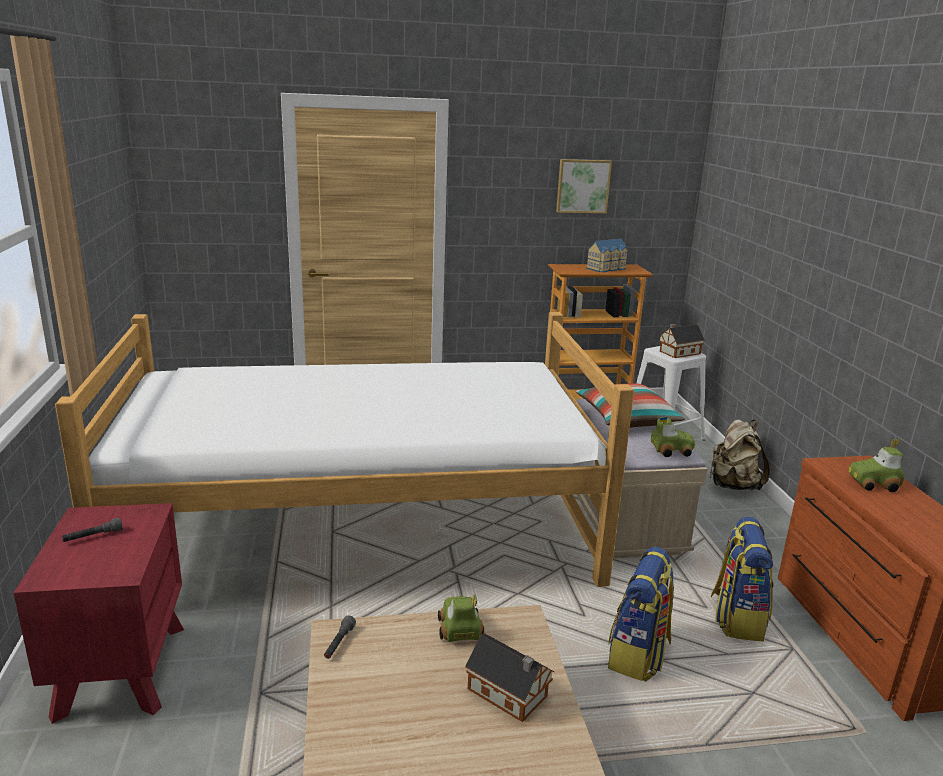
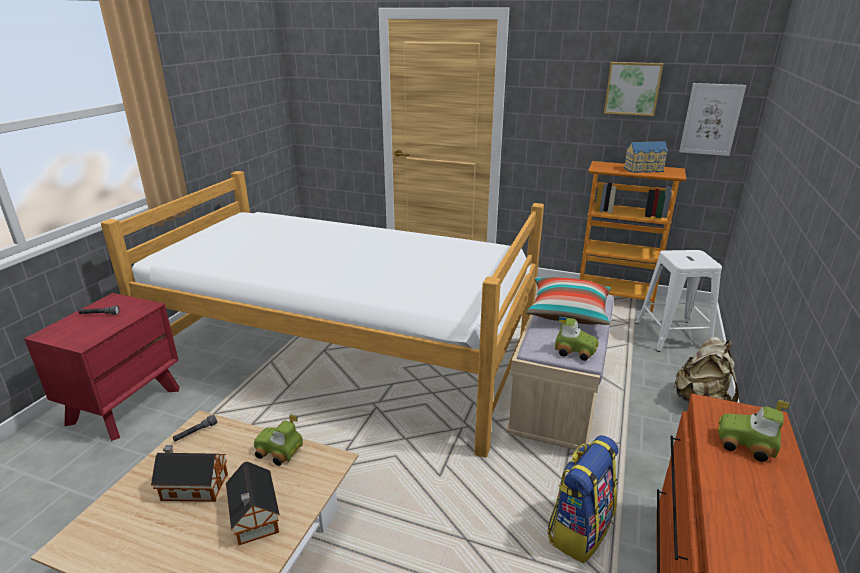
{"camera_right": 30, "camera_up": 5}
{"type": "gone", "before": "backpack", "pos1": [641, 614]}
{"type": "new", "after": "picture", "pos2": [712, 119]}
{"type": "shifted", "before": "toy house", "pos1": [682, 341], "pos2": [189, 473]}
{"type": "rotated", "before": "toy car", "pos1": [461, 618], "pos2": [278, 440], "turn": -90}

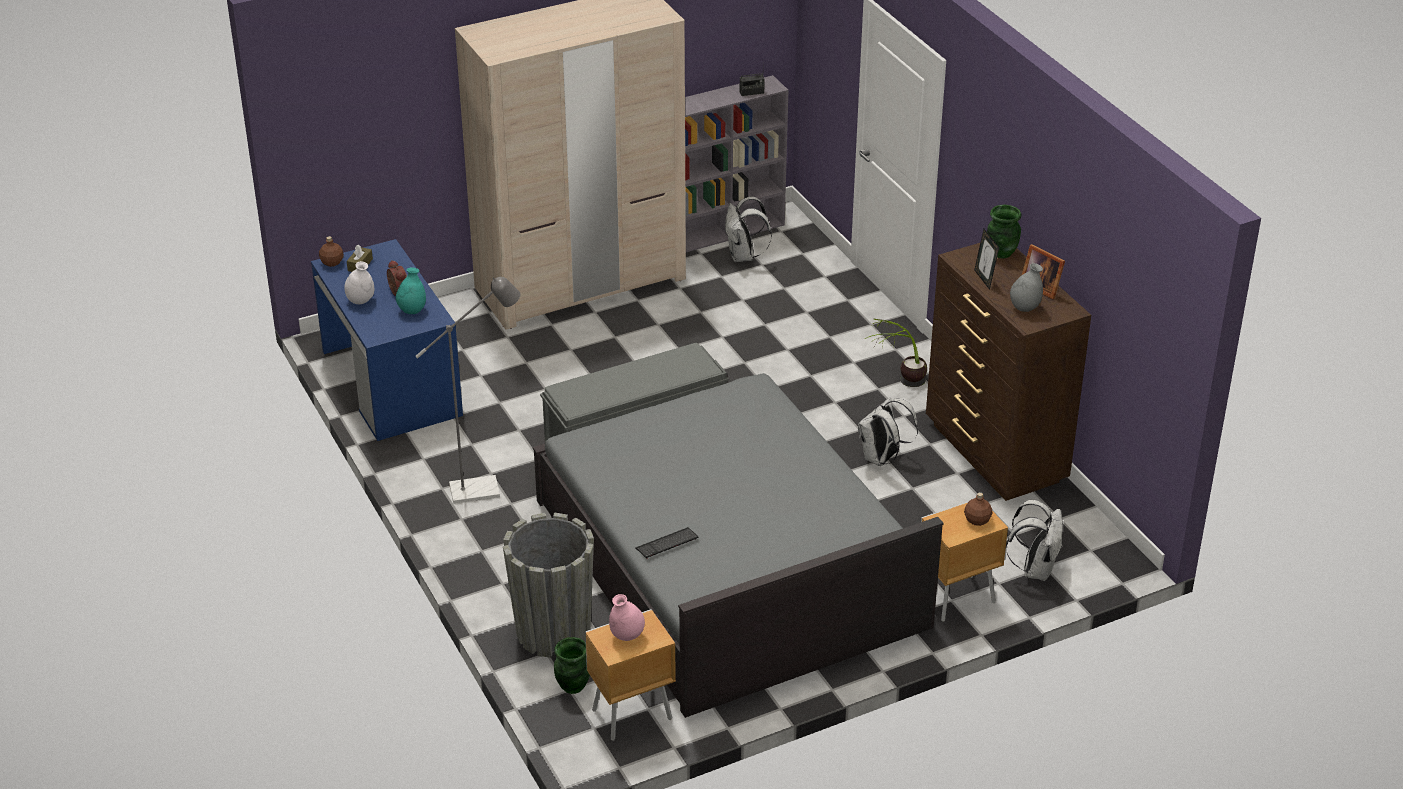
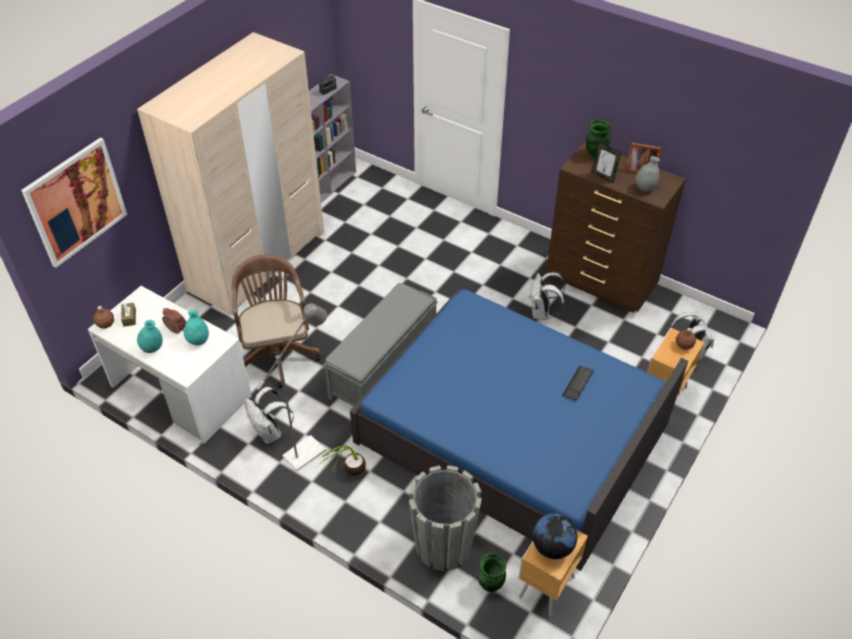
{"camera_right": -30, "camera_up": 10}
{"type": "new", "after": "picture", "pos2": [74, 203]}
{"type": "new", "after": "office chair (brown)", "pos2": [276, 321]}
{"type": "shifted", "before": "keyboard", "pos1": [666, 543], "pos2": [578, 383]}
{"type": "shifted", "before": "backpack (white)", "pos1": [748, 229], "pos2": [269, 415]}
{"type": "shifted", "before": "potted plant", "pos1": [896, 353], "pos2": [341, 462]}
{"type": "swapped", "before": "vase (pink)", "after": "globe", "pos1": [627, 617], "pos2": [555, 536]}
{"type": "repainted", "before": "desk (blue)", "after": "desk (white)", "pos1": [387, 340], "pos2": [170, 365]}
{"type": "repainted", "before": "vase (white)", "after": "vase (turquoise)", "pos1": [359, 282], "pos2": [150, 336]}
{"type": "repainted", "before": "bed (grey)", "after": "bed (blue)", "pos1": [738, 545], "pos2": [519, 430]}

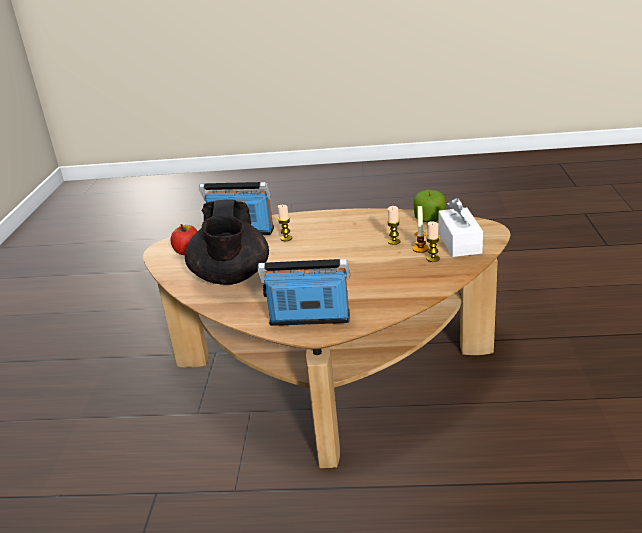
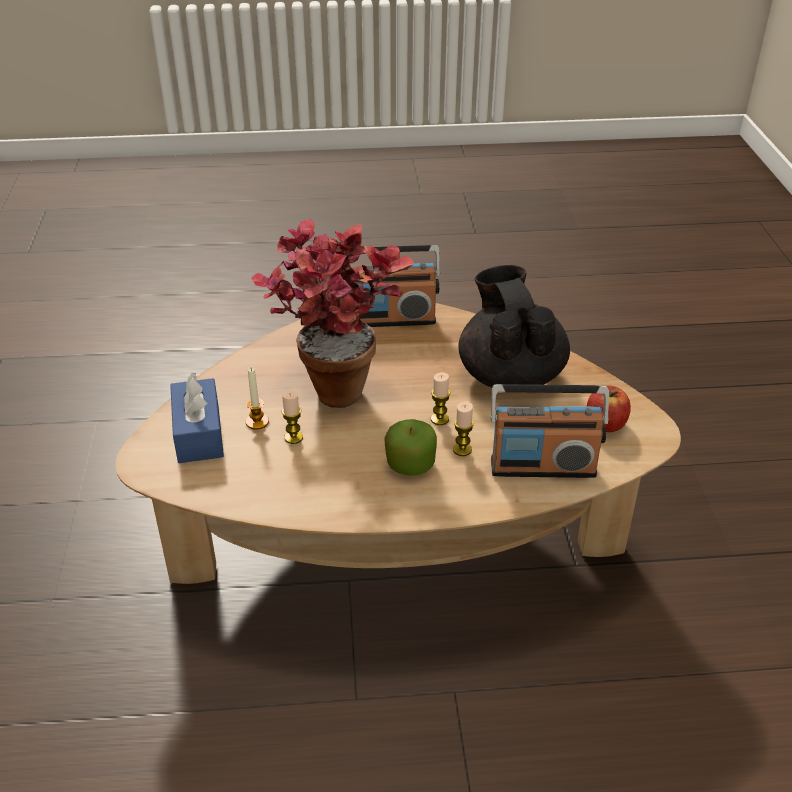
{"camera_right": 170, "camera_up": 10}
{"type": "new", "after": "potted plant", "pos2": [332, 313]}
{"type": "shifted", "before": "apple", "pos1": [429, 206], "pos2": [410, 447]}
{"type": "shifted", "before": "candle", "pos1": [433, 241], "pos2": [440, 398]}
{"type": "repainted", "before": "tissue box (white)", "after": "tissue box (blue)", "pos1": [460, 227], "pos2": [197, 417]}

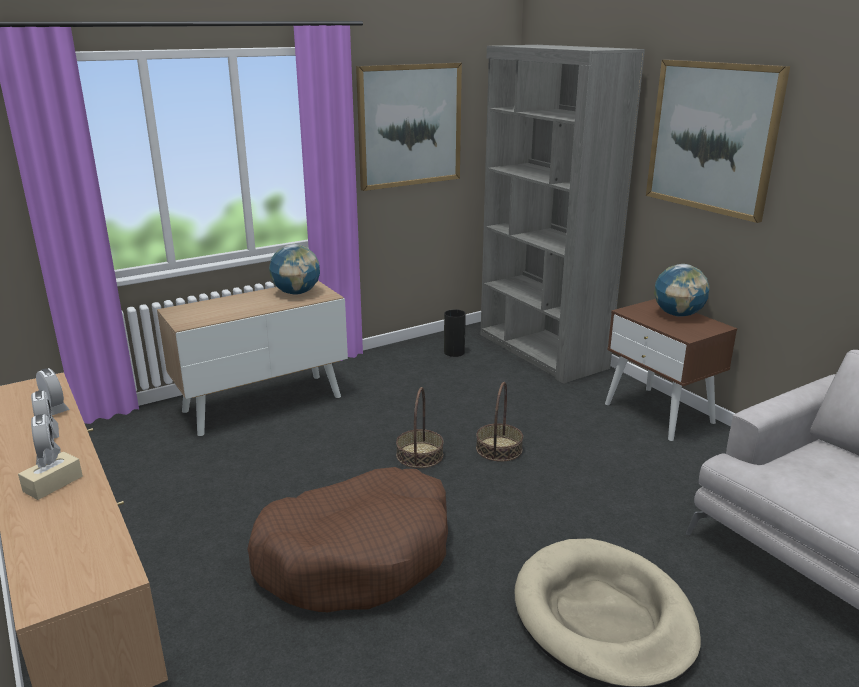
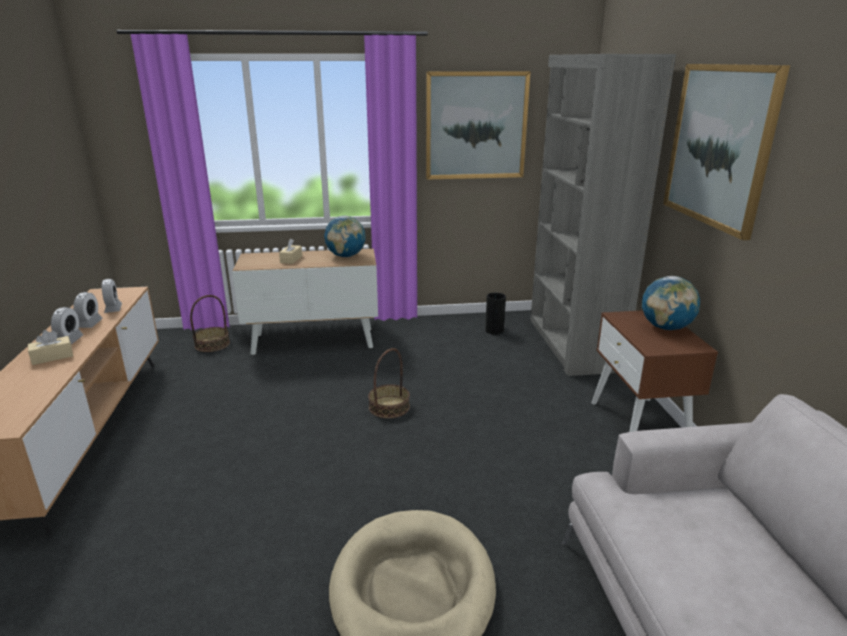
{"camera_right": 25, "camera_up": 0}
{"type": "gone", "before": "dog bed (brown)", "pos1": [347, 539]}
{"type": "new", "after": "tissue box (beige)", "pos2": [290, 251]}
{"type": "shifted", "before": "basket", "pos1": [499, 422], "pos2": [210, 323]}

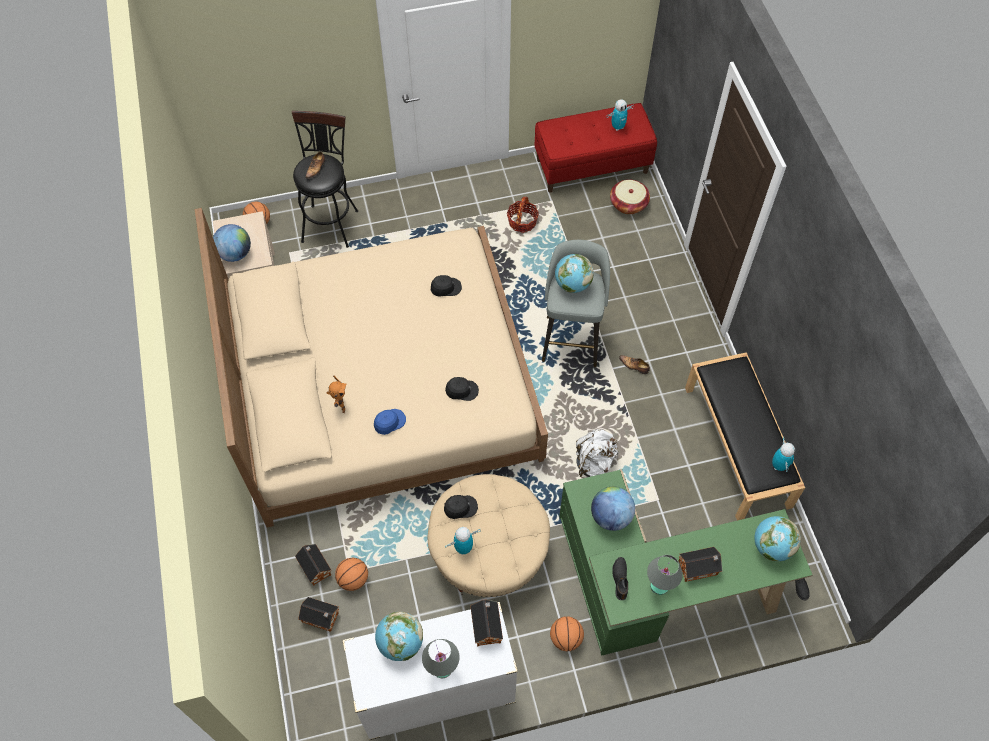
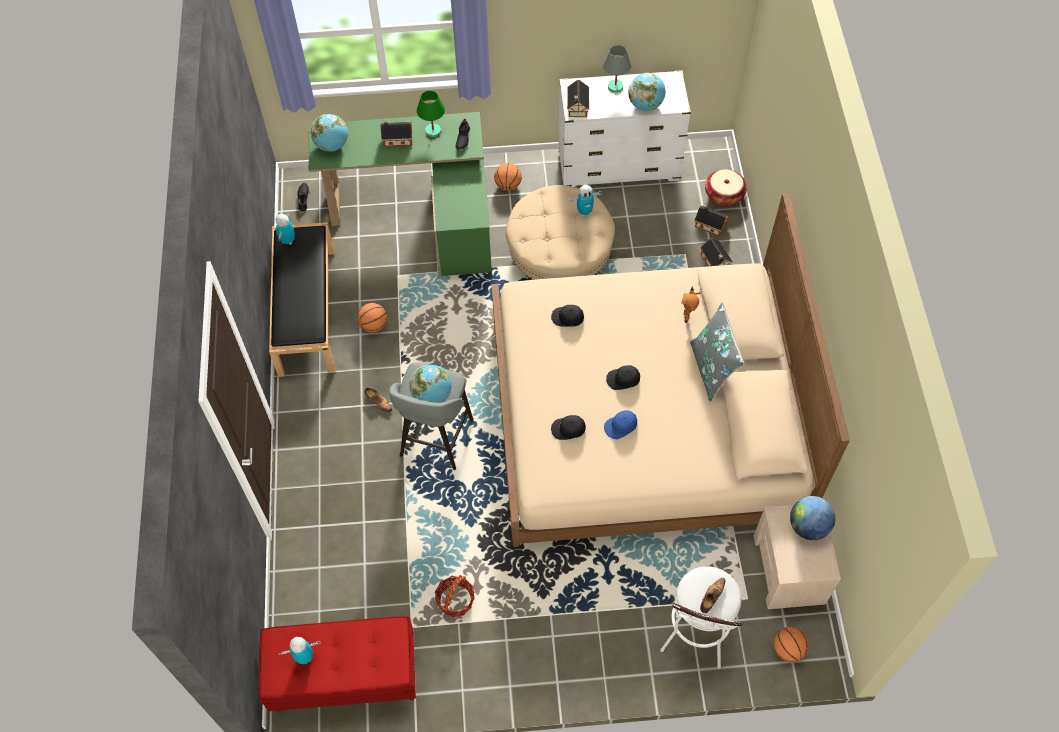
{"camera_right": -170, "camera_up": 0}
{"type": "gone", "before": "backpack (white)", "pos1": [597, 453]}
{"type": "gone", "before": "globe", "pos1": [613, 509]}
{"type": "new", "after": "pillow (grey)", "pos2": [717, 352]}
{"type": "shifted", "before": "basketball", "pos1": [351, 574], "pos2": [372, 317]}
{"type": "shifted", "before": "cap (blue)", "pos1": [390, 422], "pos2": [620, 424]}
{"type": "shifted", "before": "cap (black)", "pos1": [461, 507], "pos2": [623, 377]}
{"type": "shifted", "before": "basket", "pos1": [630, 197], "pos2": [726, 187]}
{"type": "repainted", "before": "stool (black)", "after": "stool (white)", "pos1": [325, 179], "pos2": [701, 617]}
{"type": "repainted", "before": "table lamp (grey)", "after": "table lamp (green)", "pos1": [665, 575], "pos2": [431, 114]}

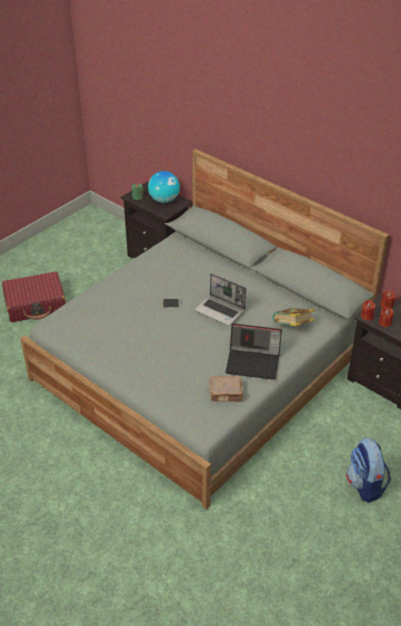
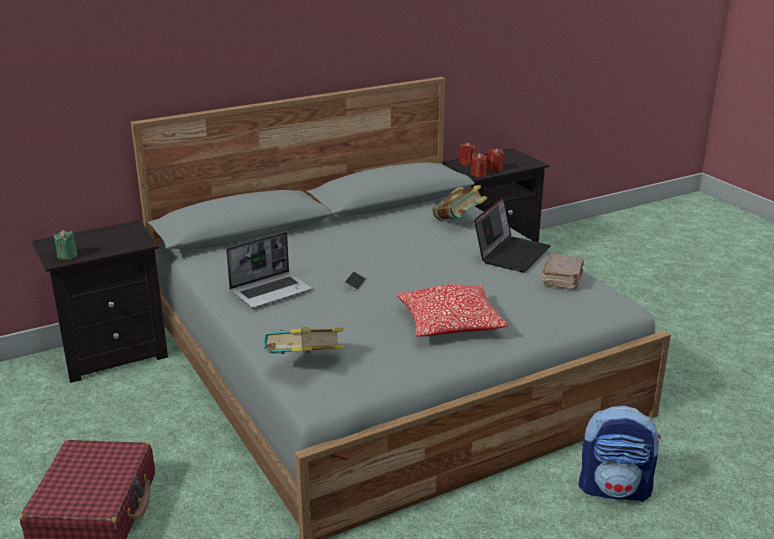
{"camera_right": -70, "camera_up": -15}
{"type": "gone", "before": "globe", "pos1": [164, 187]}
{"type": "new", "after": "book", "pos2": [304, 340]}
{"type": "new", "after": "pillow", "pos2": [452, 310]}
{"type": "shifted", "before": "laptop", "pos1": [220, 299], "pos2": [269, 270]}
{"type": "shifted", "before": "backpack", "pos1": [368, 470], "pos2": [619, 453]}

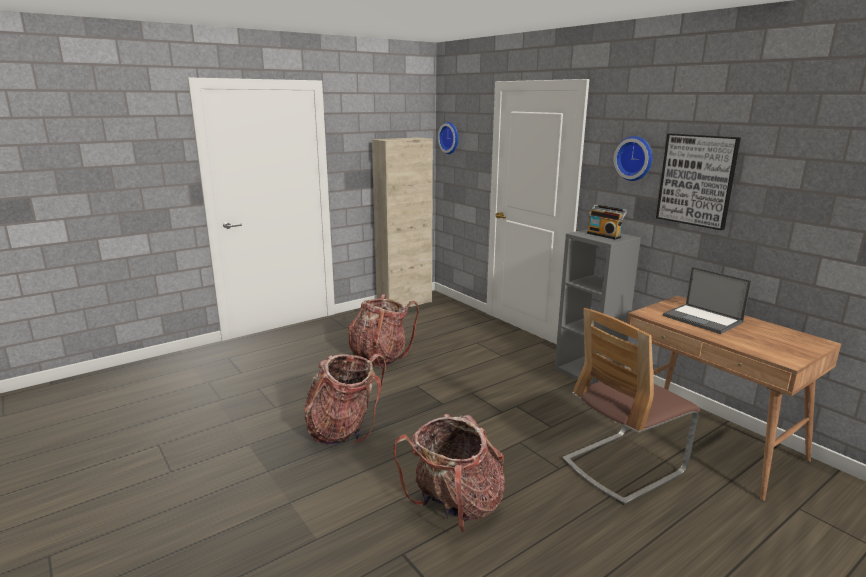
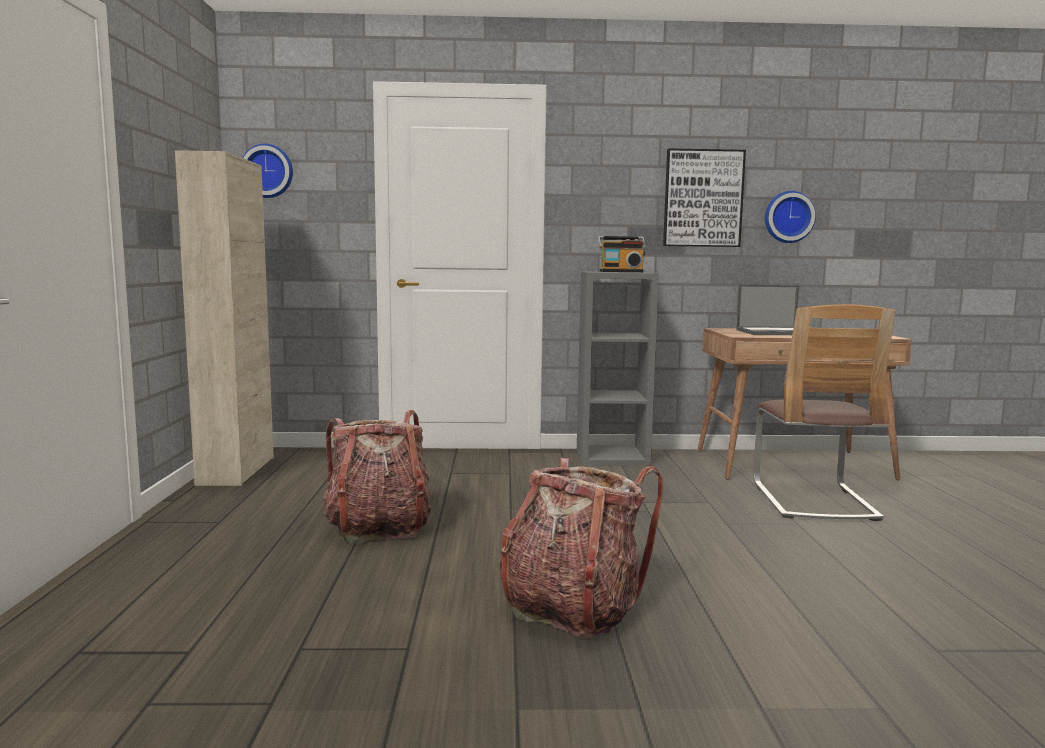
{"camera_right": -55, "camera_up": -10}
{"type": "gone", "before": "backpack", "pos1": [449, 474]}
{"type": "shifted", "before": "wall clock", "pos1": [633, 158], "pos2": [790, 217]}

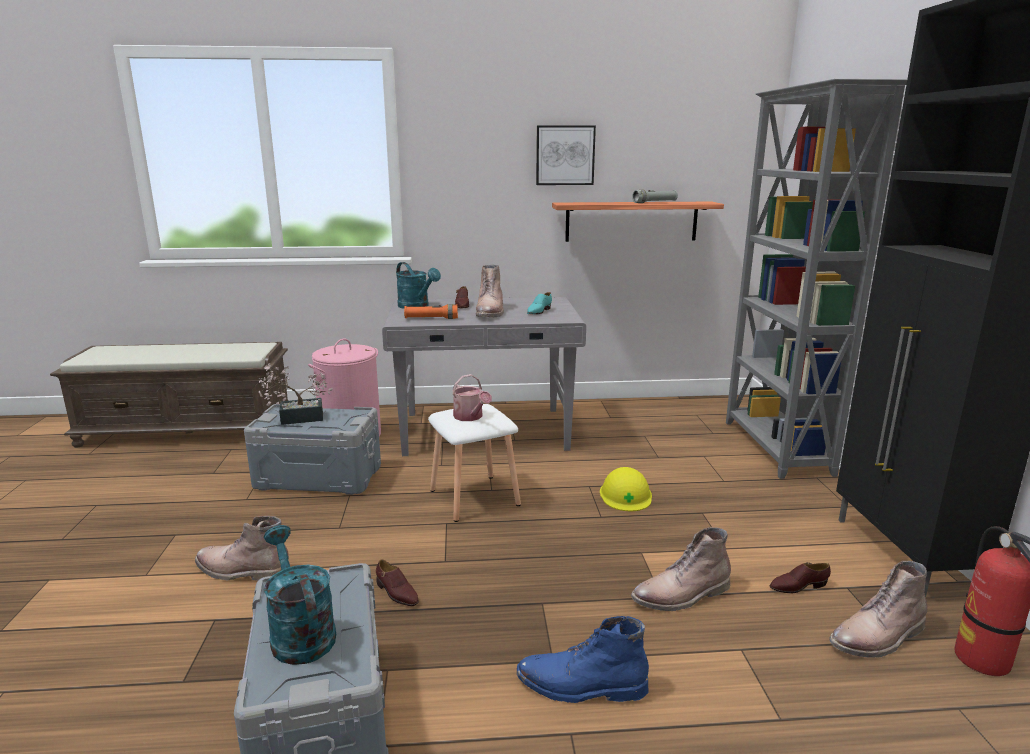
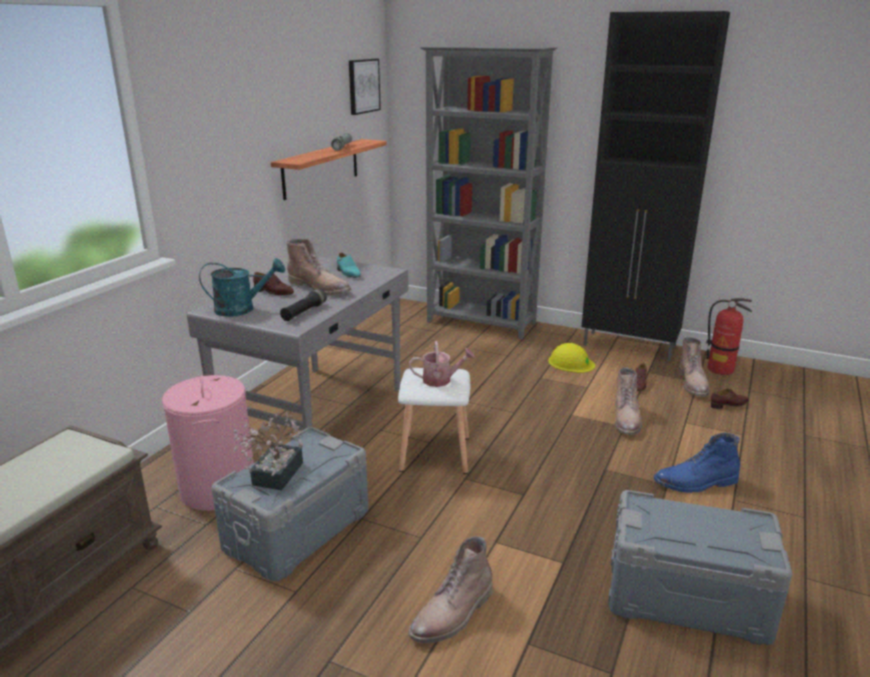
{"camera_right": -60, "camera_up": 5}
{"type": "gone", "before": "watering can (turquoise)", "pos1": [300, 595]}
{"type": "shifted", "before": "shoe (brown)", "pos1": [397, 583], "pos2": [730, 398]}
{"type": "shifted", "before": "picture", "pos1": [566, 155], "pos2": [365, 87]}
{"type": "shifted", "before": "hard hat (yellow)", "pos1": [626, 489], "pos2": [571, 358]}
{"type": "repainted", "before": "flashlight (orange)", "after": "flashlight (black)", "pos1": [431, 311], "pos2": [303, 305]}
{"type": "rotated", "before": "boot (blue)", "pos1": [583, 659], "pos2": [697, 463], "turn": 45}

